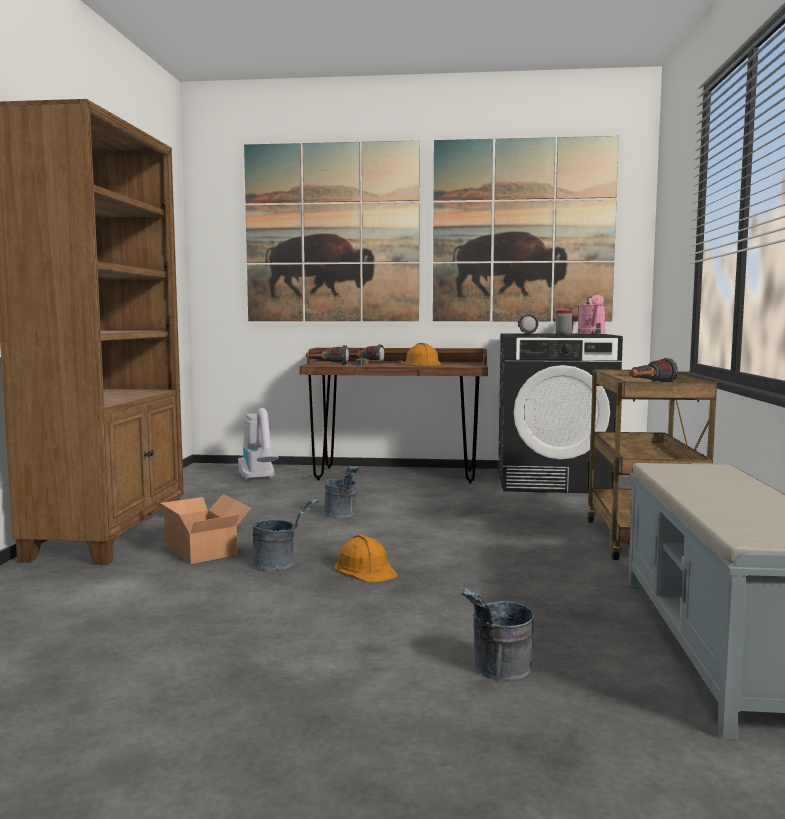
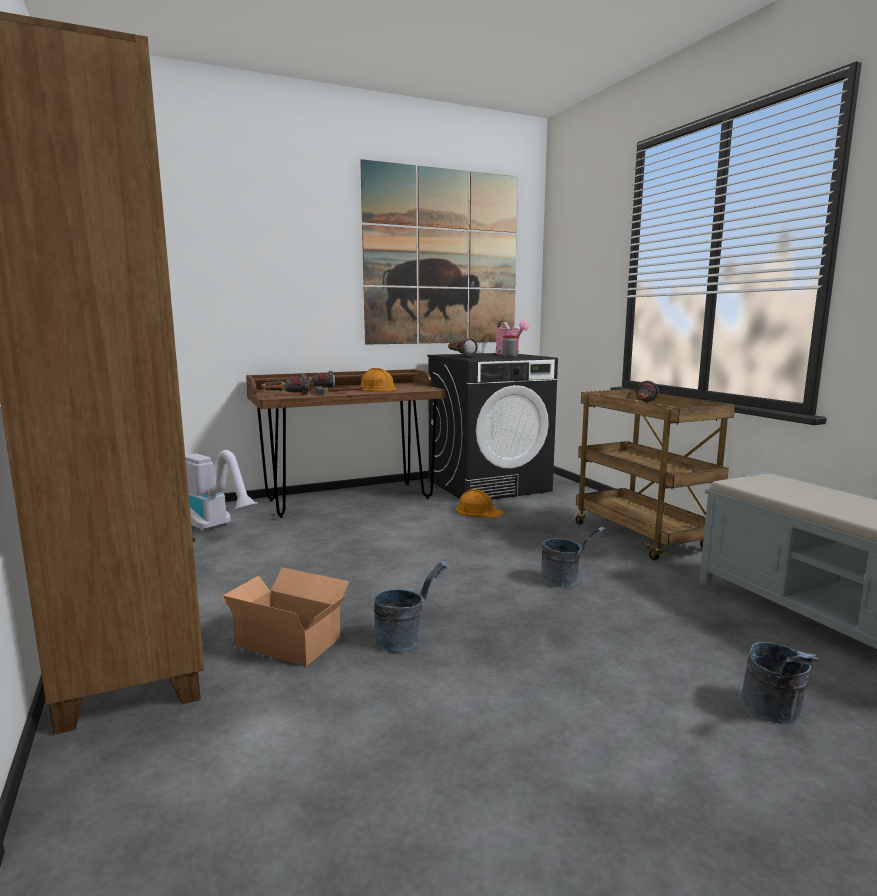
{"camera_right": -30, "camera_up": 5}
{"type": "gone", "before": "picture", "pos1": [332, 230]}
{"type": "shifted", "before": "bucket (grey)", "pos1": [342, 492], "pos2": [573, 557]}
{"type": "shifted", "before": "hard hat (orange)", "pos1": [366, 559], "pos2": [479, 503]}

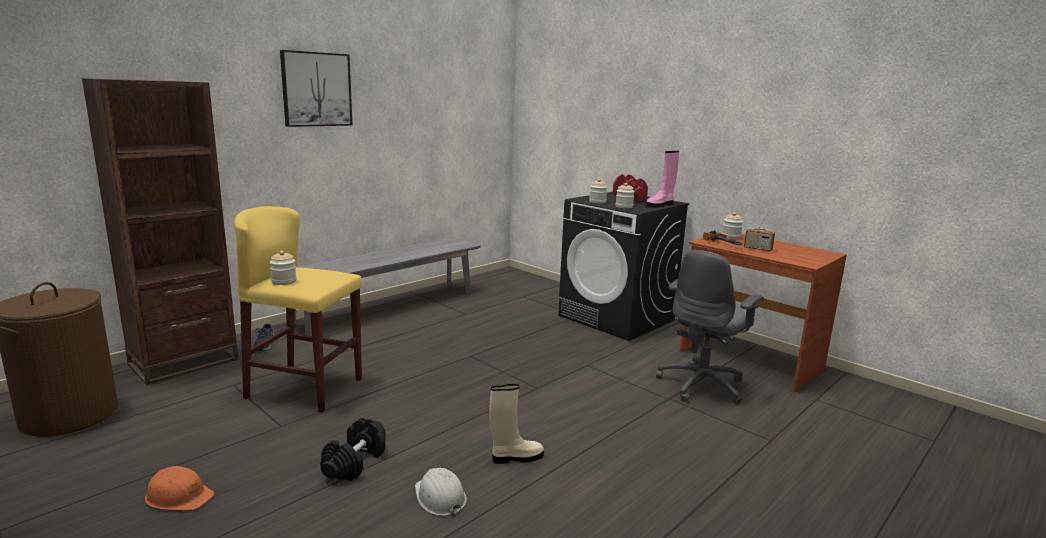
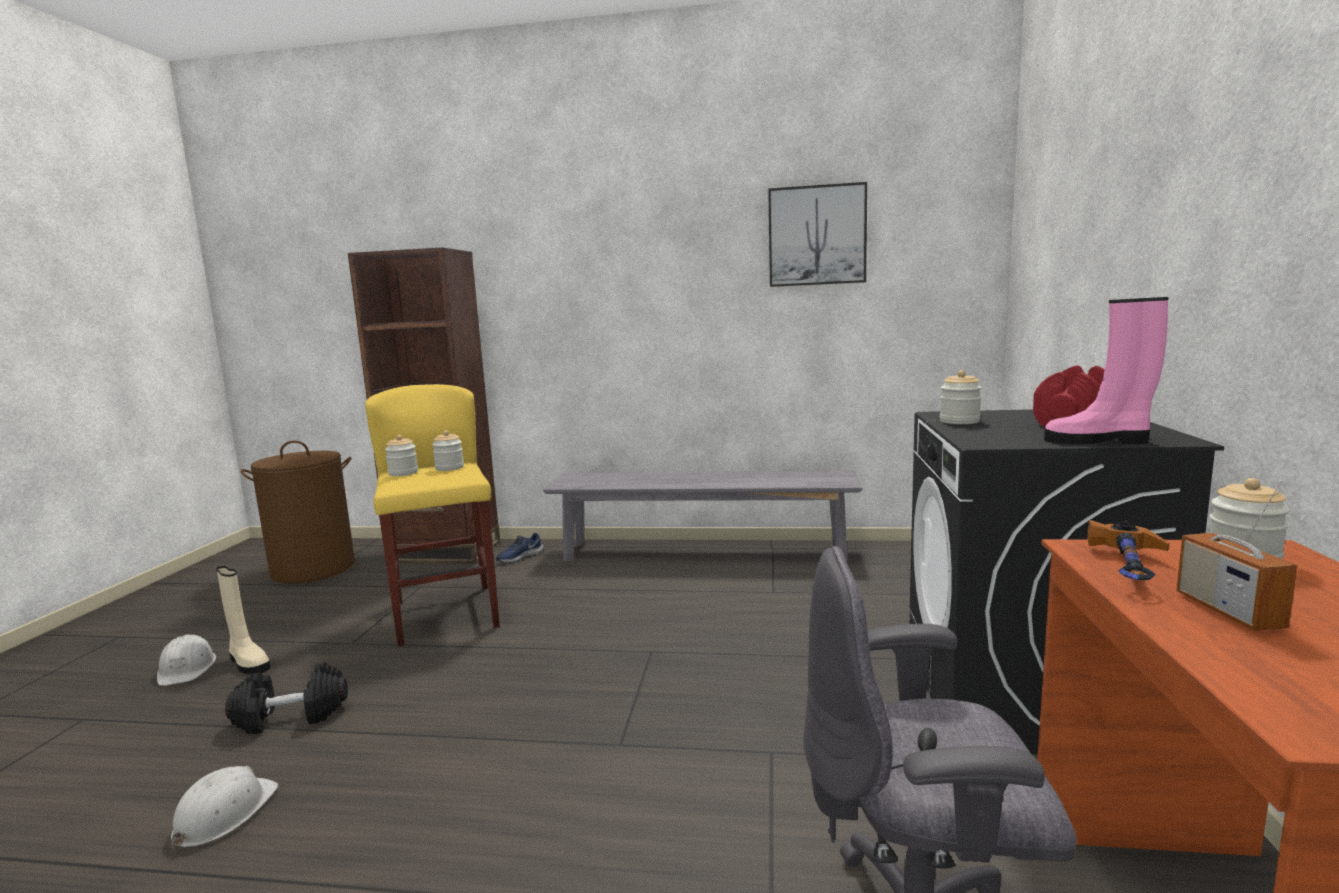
{"camera_right": 55, "camera_up": -5}
{"type": "shifted", "before": "picture", "pos1": [316, 88], "pos2": [817, 234]}
{"type": "shifted", "before": "boot (beige)", "pos1": [516, 424], "pos2": [243, 620]}
{"type": "shifted", "before": "jar", "pos1": [625, 195], "pos2": [448, 450]}
{"type": "repainted", "before": "hard hat (orange)", "after": "hard hat (white)", "pos1": [179, 488], "pos2": [186, 660]}

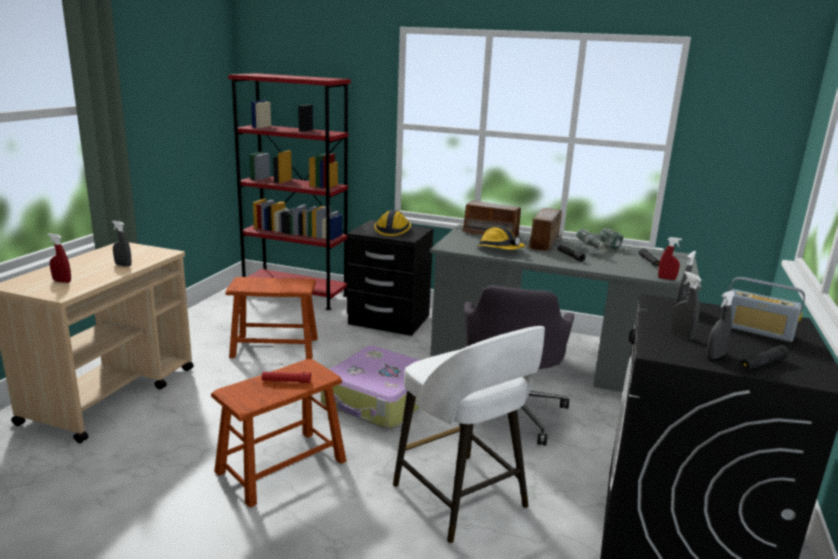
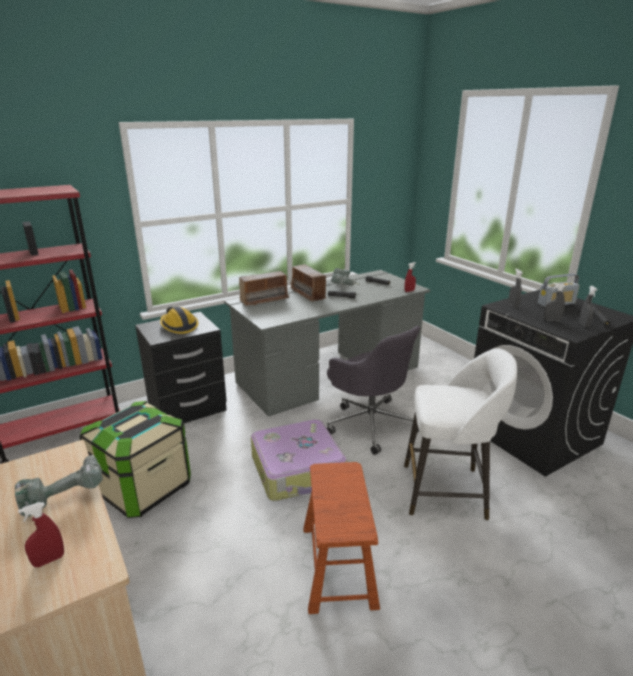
{"camera_right": -50, "camera_up": 5}
{"type": "gone", "before": "flashlight (red)", "pos1": [286, 377]}
{"type": "gone", "before": "hard hat", "pos1": [501, 238]}
{"type": "swapped", "before": "spray bottle (grey)", "after": "power drill", "pos1": [121, 244], "pos2": [59, 485]}
{"type": "swapped", "before": "stool (brown)", "after": "storage box", "pos1": [272, 318], "pos2": [135, 459]}

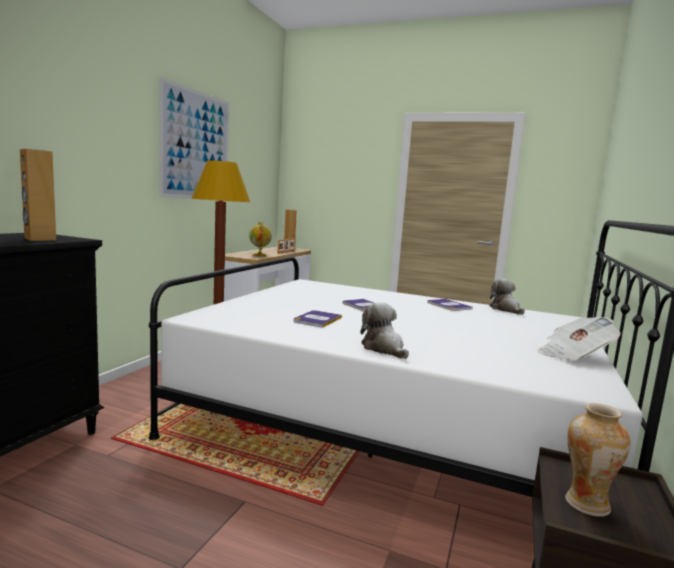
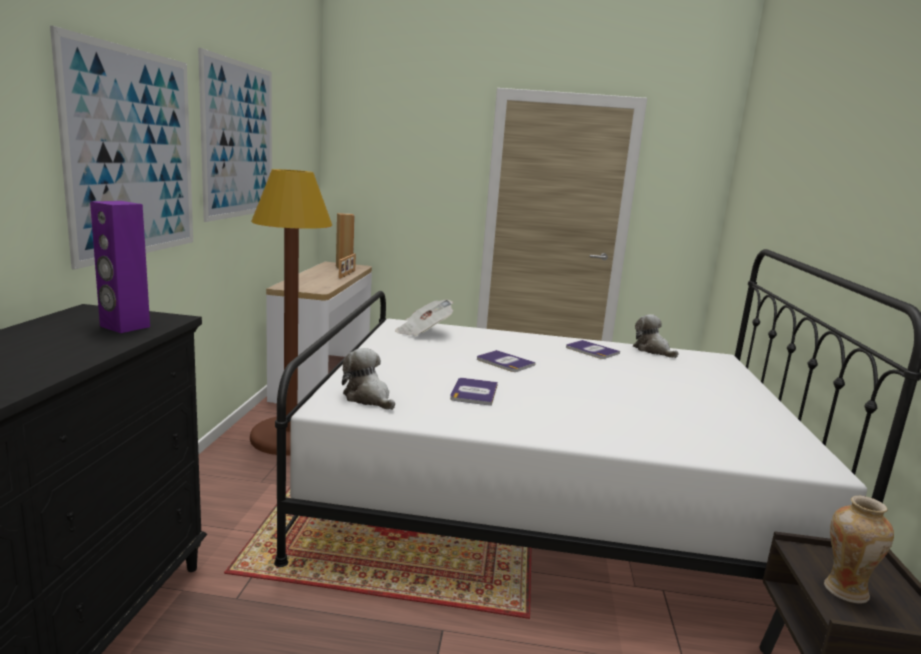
{"camera_right": -15, "camera_up": 5}
{"type": "gone", "before": "globe", "pos1": [260, 239]}
{"type": "new", "after": "picture", "pos2": [121, 148]}
{"type": "shifted", "before": "plush toy", "pos1": [385, 330], "pos2": [368, 379]}
{"type": "shifted", "before": "newspaper", "pos1": [578, 339], "pos2": [424, 318]}
{"type": "repainted", "before": "speaker (brown)", "after": "speaker (purple)", "pos1": [38, 195], "pos2": [120, 267]}

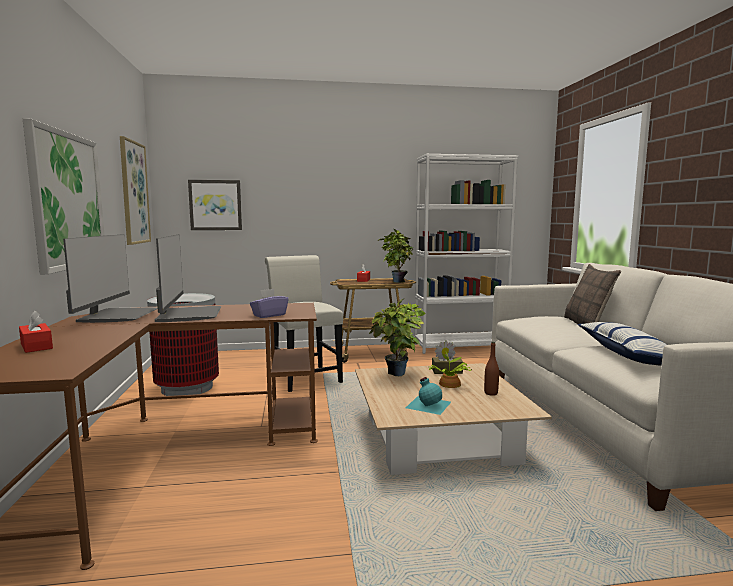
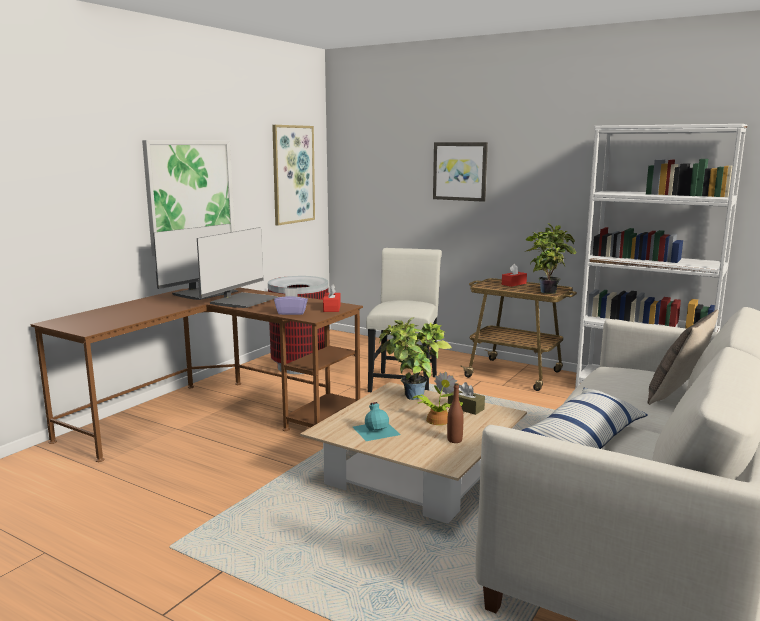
{"camera_right": 40, "camera_up": 5}
{"type": "shifted", "before": "tissue box (red)", "pos1": [36, 332], "pos2": [332, 298]}
{"type": "shifted", "before": "picture", "pos1": [215, 205], "pos2": [460, 172]}

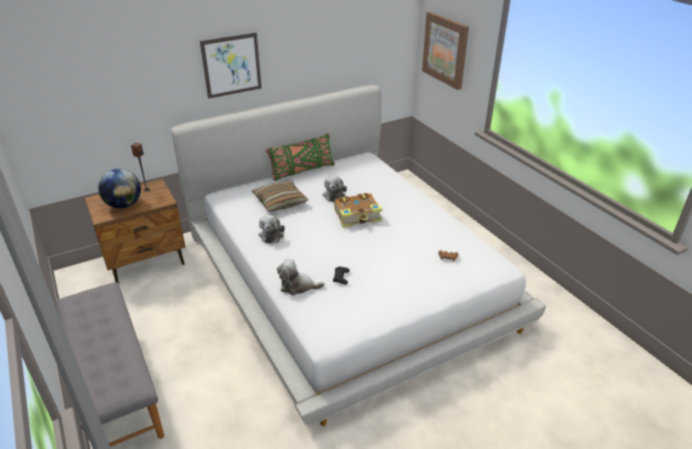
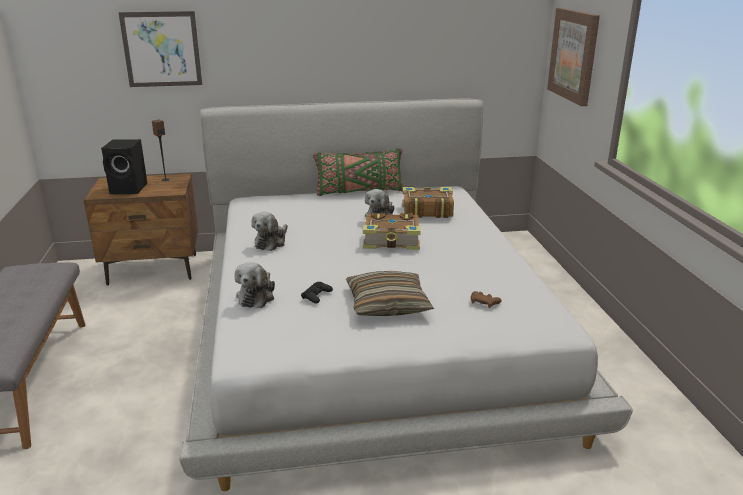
{"camera_right": 20, "camera_up": -10}
{"type": "new", "after": "book", "pos2": [428, 202]}
{"type": "shifted", "before": "picture", "pos1": [231, 66], "pos2": [160, 49]}
{"type": "shifted", "before": "pillow", "pos1": [280, 196], "pos2": [390, 293]}
{"type": "swapped", "before": "globe", "after": "speaker (black)", "pos1": [119, 188], "pos2": [124, 166]}
{"type": "rotated", "before": "plush toy", "pos1": [300, 277], "pos2": [255, 285], "turn": -105}

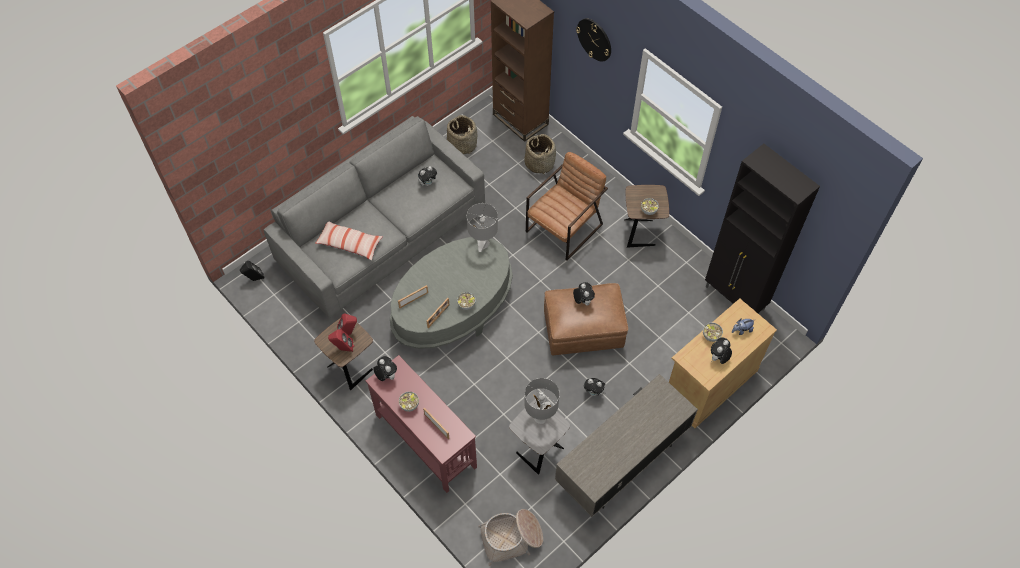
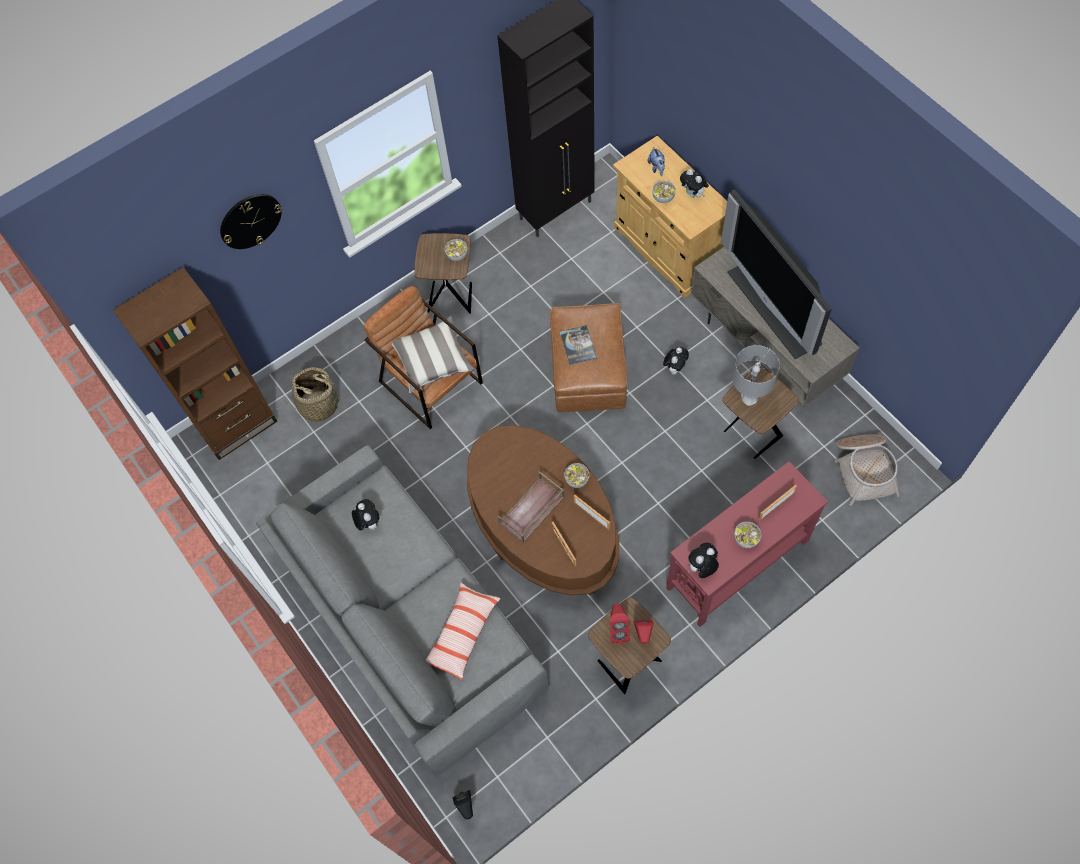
{"camera_right": -80, "camera_up": 5}
{"type": "gone", "before": "basket", "pos1": [462, 134]}
{"type": "gone", "before": "table lamp (grey)", "pos1": [482, 227]}
{"type": "new", "after": "pillow", "pos2": [433, 354]}
{"type": "new", "after": "tray (brown)", "pos2": [531, 507]}
{"type": "new", "after": "television", "pos2": [776, 274]}
{"type": "swapped", "before": "plush toy", "after": "book", "pos1": [584, 294], "pos2": [578, 345]}
{"type": "repainted", "before": "coffee table (grey)", "after": "coffee table (brown)", "pos1": [451, 293], "pos2": [543, 510]}
{"type": "repainted", "before": "side table (grey)", "after": "side table (brown)", "pos1": [539, 437], "pos2": [760, 413]}

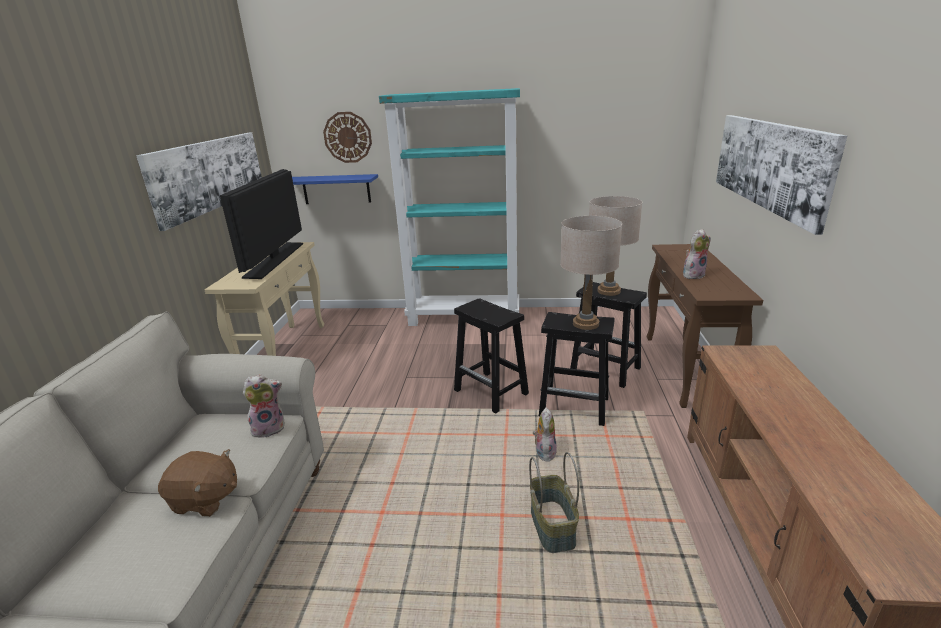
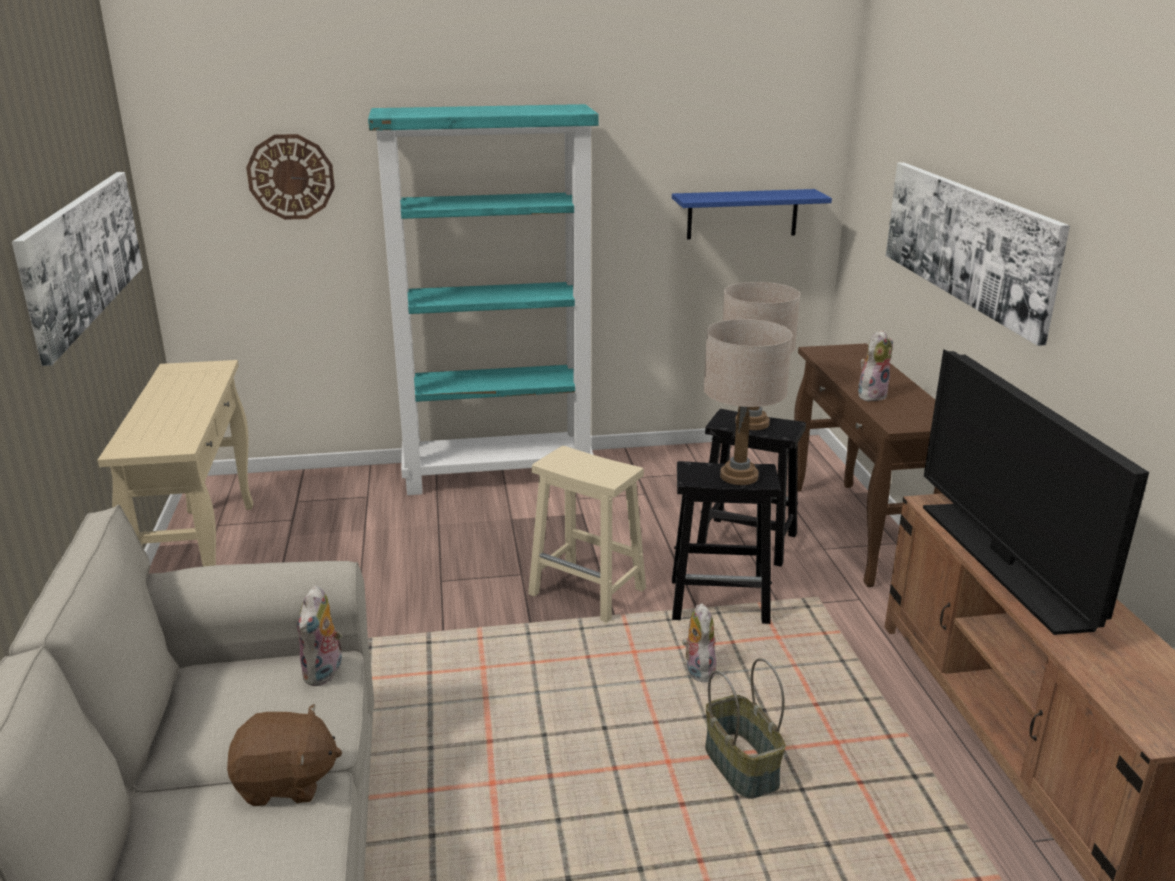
{"camera_right": -15, "camera_up": 0}
{"type": "shifted", "before": "television", "pos1": [261, 224], "pos2": [1036, 492]}
{"type": "shifted", "before": "shelf (blue)", "pos1": [335, 189], "pos2": [752, 214]}
{"type": "repainted", "before": "stool (black)", "after": "stool (beige)", "pos1": [491, 355], "pos2": [587, 534]}
{"type": "rotated", "before": "plush toy", "pos1": [264, 406], "pos2": [320, 635], "turn": 135}

